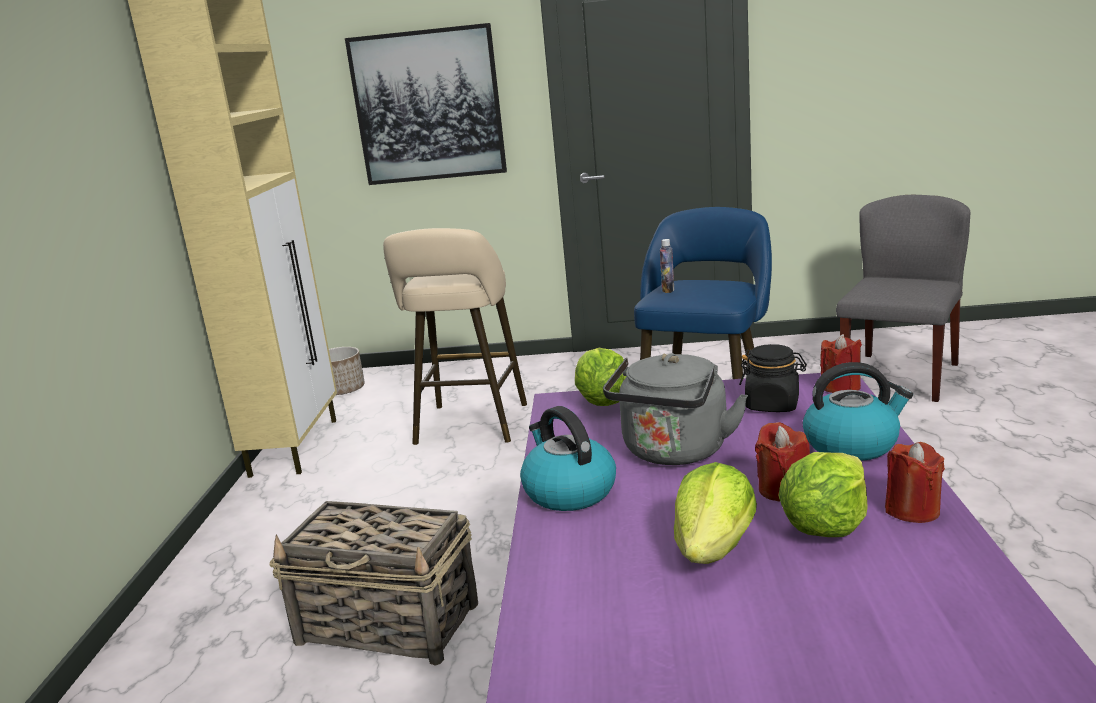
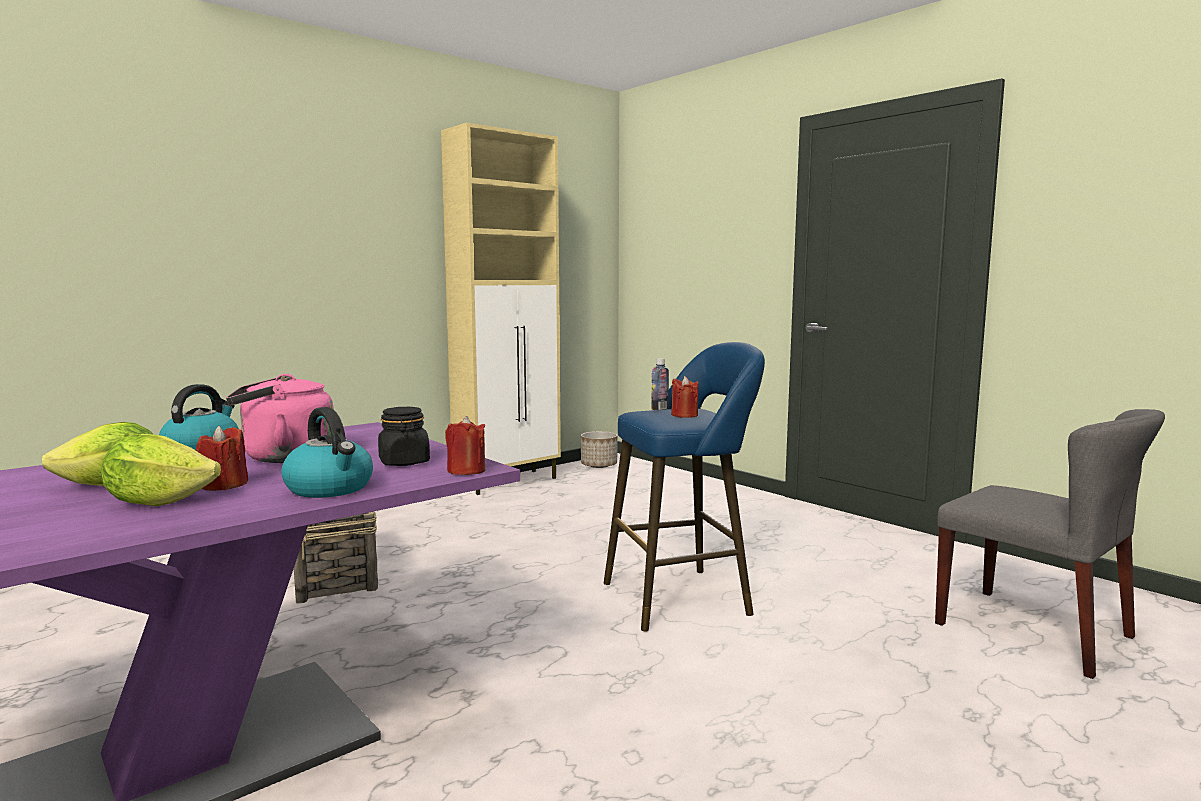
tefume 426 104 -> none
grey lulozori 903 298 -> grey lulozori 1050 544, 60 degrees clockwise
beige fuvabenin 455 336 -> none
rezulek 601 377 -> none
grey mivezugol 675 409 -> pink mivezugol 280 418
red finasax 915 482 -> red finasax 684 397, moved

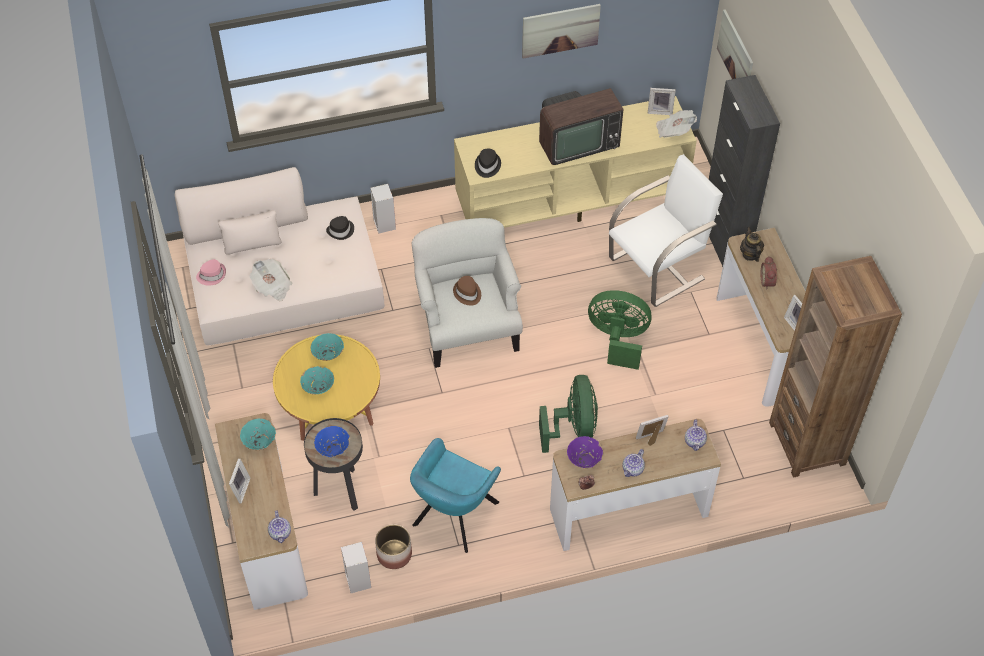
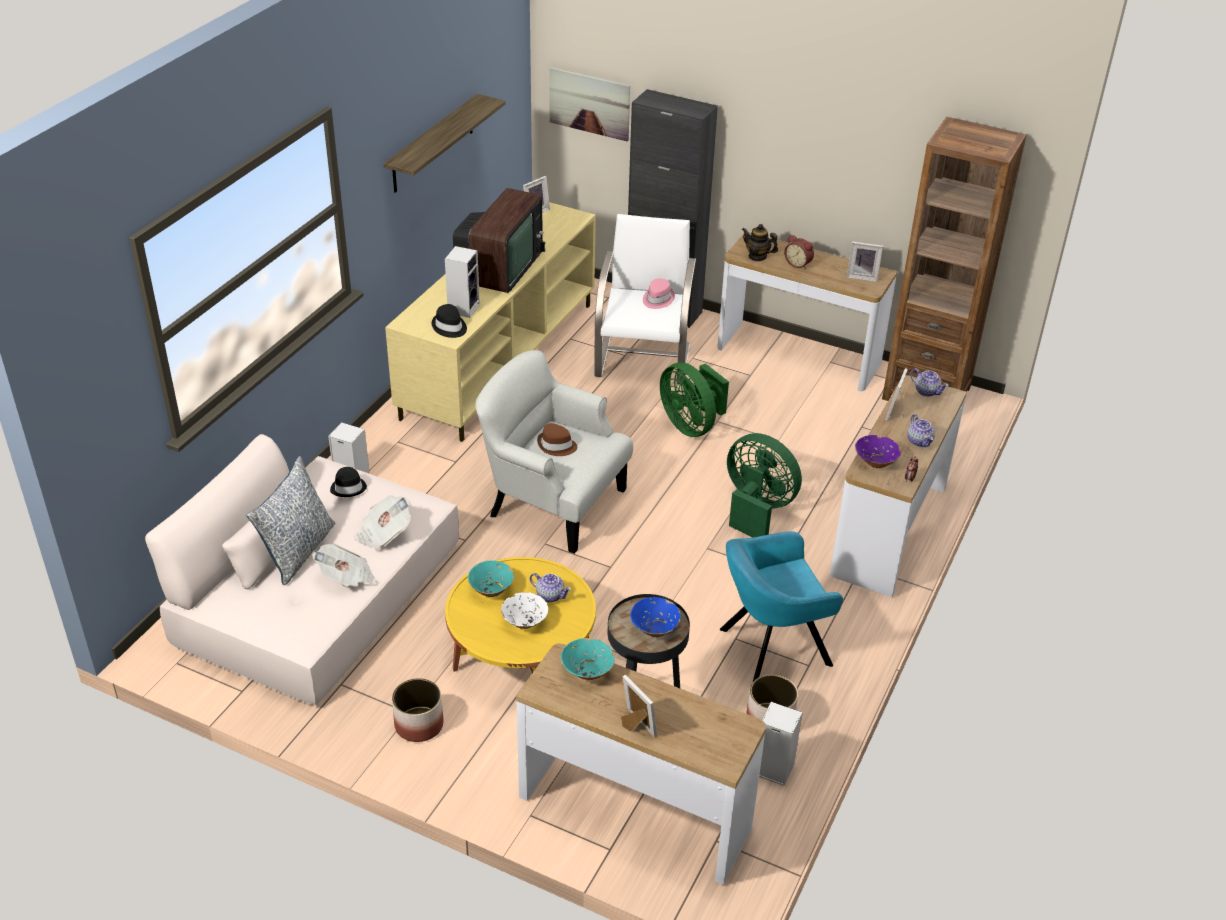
tefume 561 31 -> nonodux 444 143
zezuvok 676 124 -> zezuvok 382 522, moved
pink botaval 211 272 -> pink botaval 659 293, moved
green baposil 619 330 -> green baposil 694 399, 90 degrees counterclockwise
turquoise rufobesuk 317 380 -> white rufobesuk 524 610
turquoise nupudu 455 495 -> turquoise nupudu 781 607, 90 degrees clockwise
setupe 279 526 -> setupe 550 587, moved
none -> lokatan 462 282
none -> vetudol 290 520
none -> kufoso 417 710

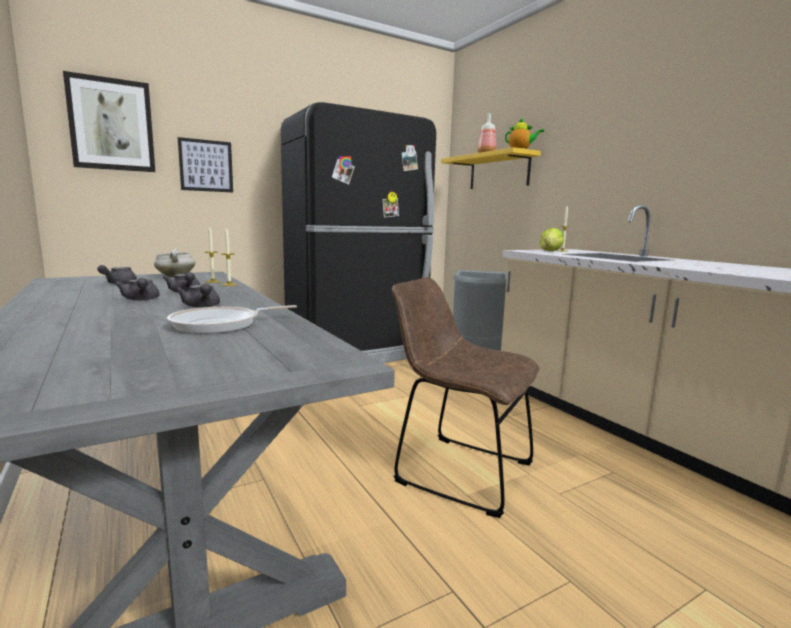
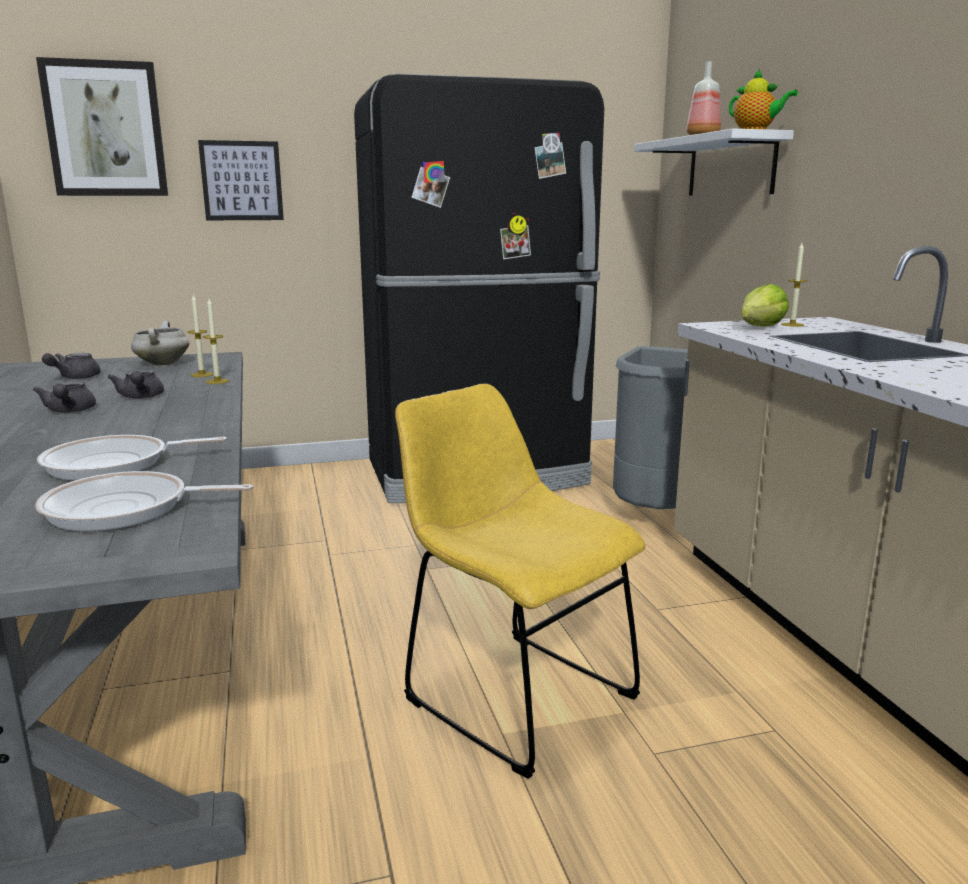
yellow nonodux 491 168 -> white nonodux 714 162
brown lulozori 466 397 -> yellow lulozori 520 581
grey setupe 198 296 -> none
none -> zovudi 144 501

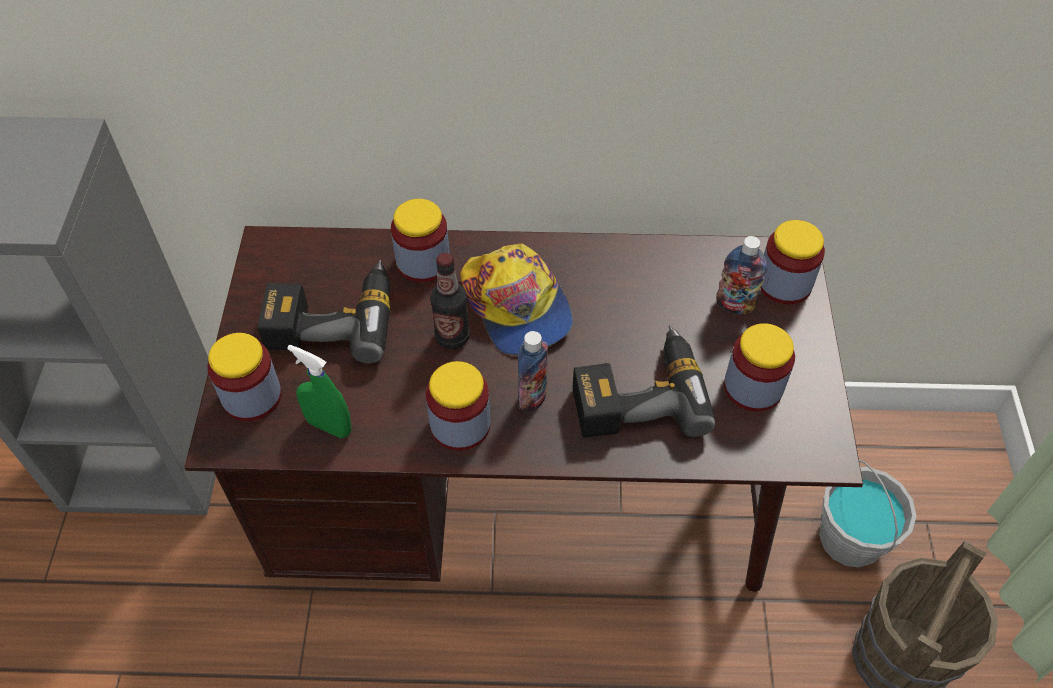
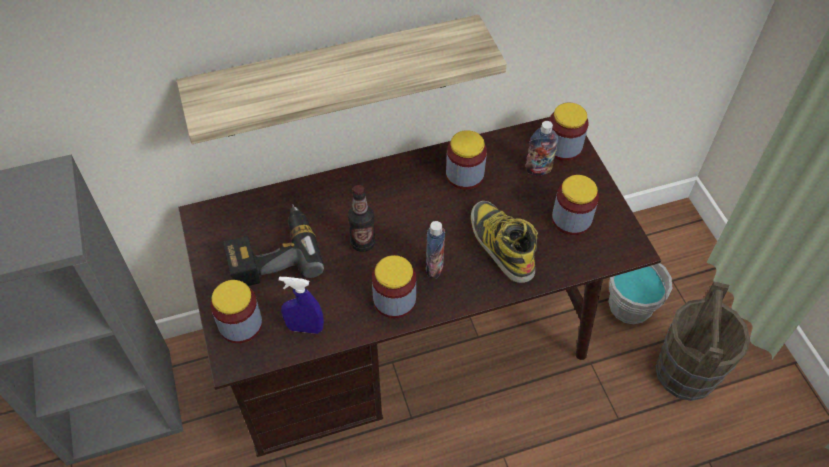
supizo 420 240 -> supizo 466 160, moved
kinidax 516 299 -> none
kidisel 644 381 -> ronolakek 504 242
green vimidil 319 391 -> blue vimidil 301 305
none -> nonodux 341 79

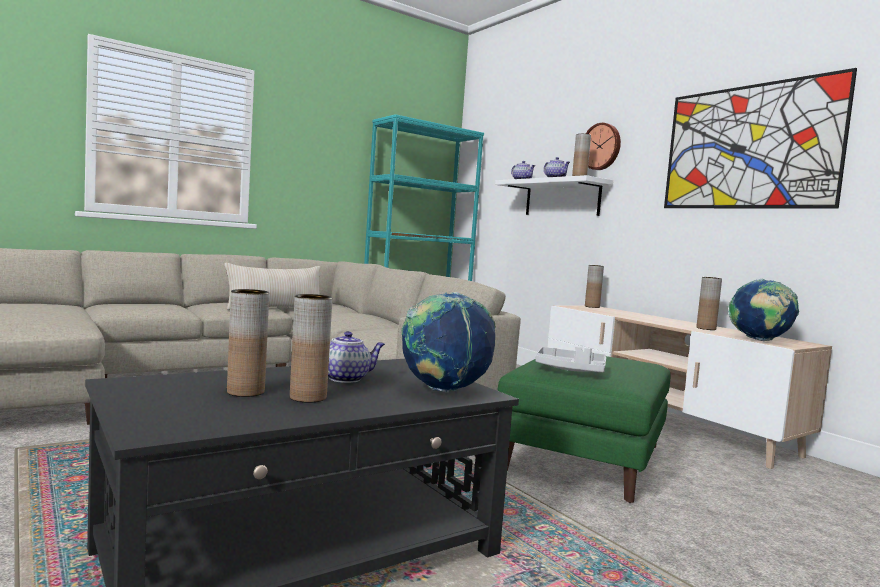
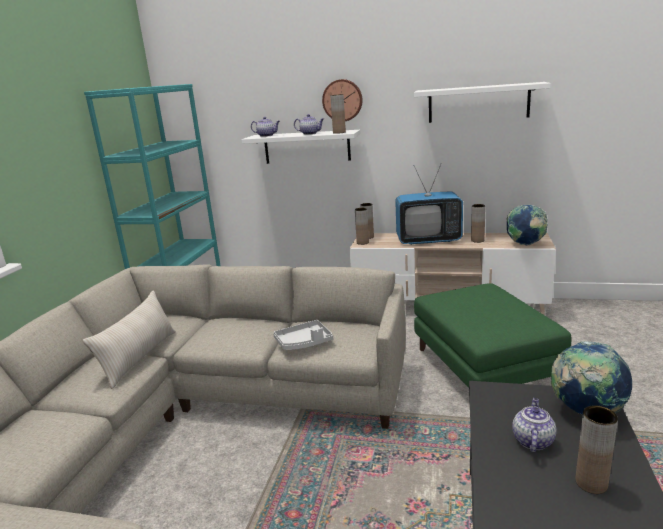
tefume 760 138 -> white nonodux 482 102
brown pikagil 248 343 -> brown pikagil 362 226, moved
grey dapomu 570 360 -> grey dapomu 303 335, moved
none -> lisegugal 429 204

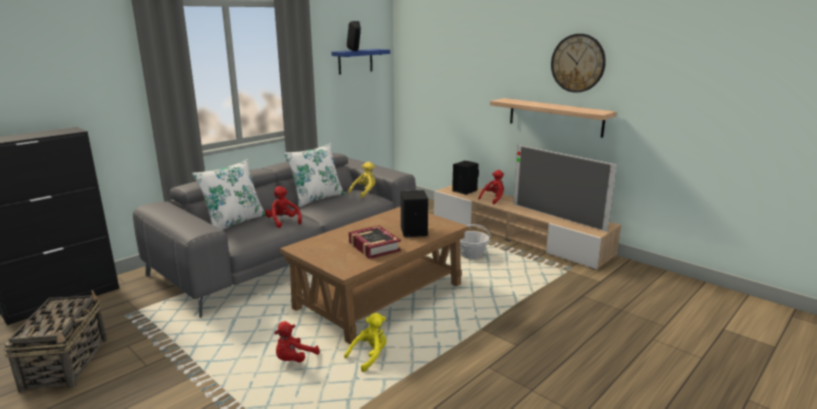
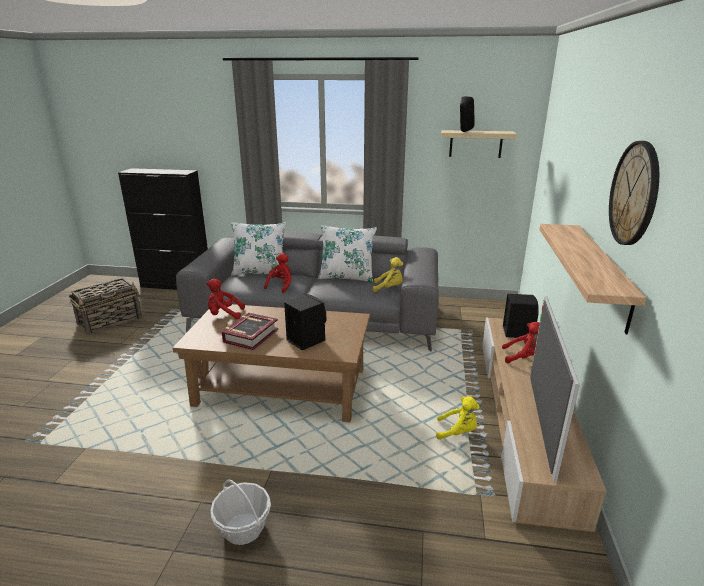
blue nonodux 360 62 -> beige nonodux 479 144
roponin 475 241 -> roponin 240 512, moved
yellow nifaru 365 342 -> yellow nifaru 458 418, moved
red nifaru 297 341 -> red nifaru 225 299, moved

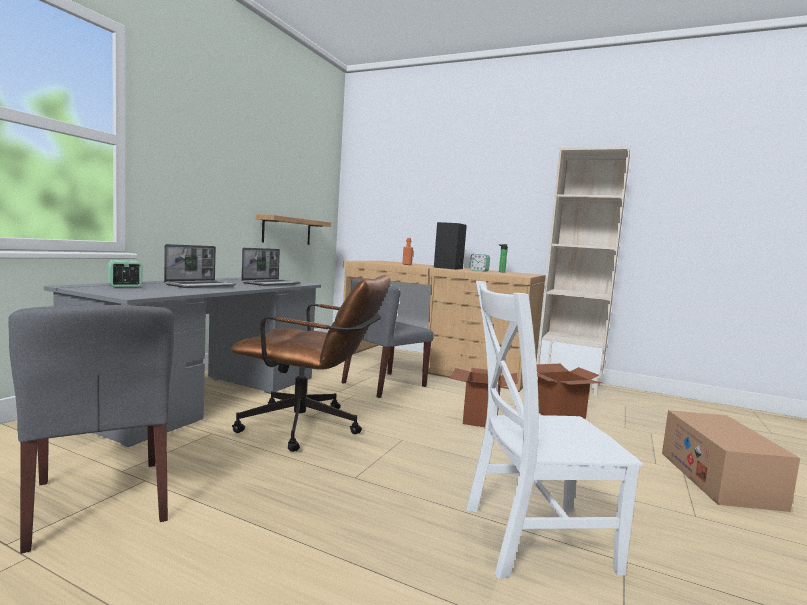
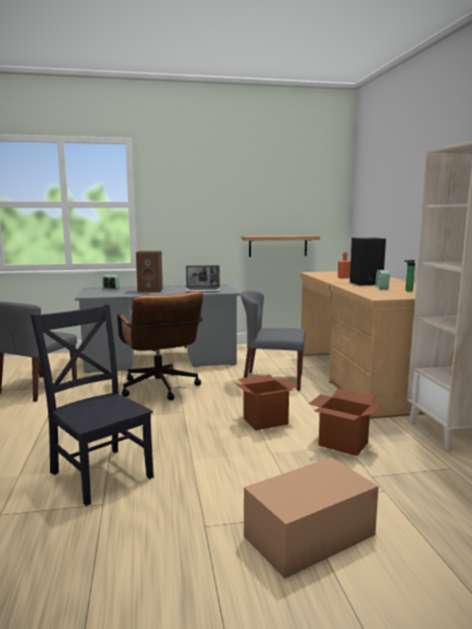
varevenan 200 266 -> brown lokatan 149 271
white lulozori 554 430 -> black lulozori 92 405

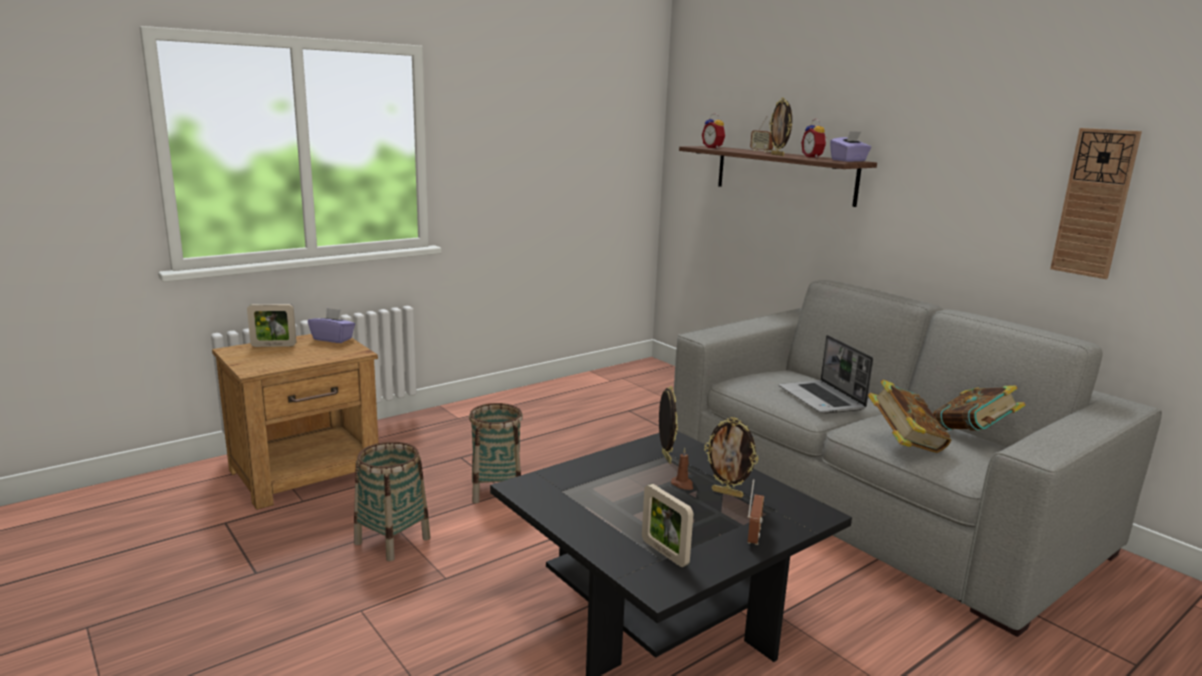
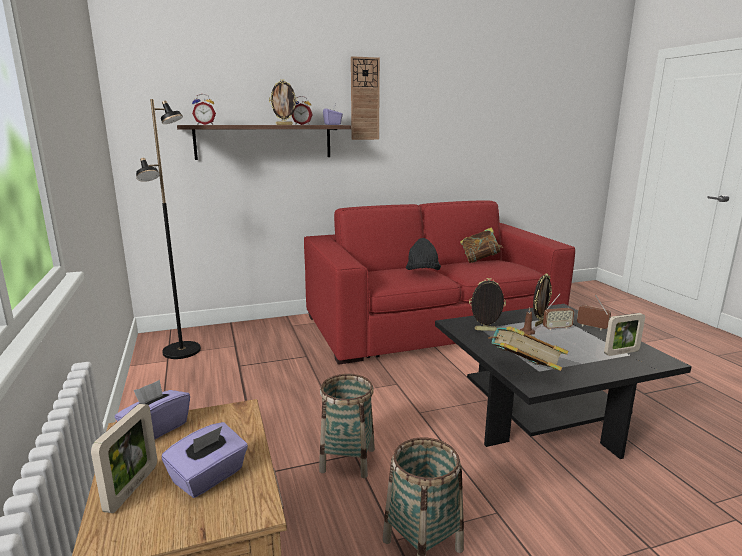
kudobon 761 134 -> kudobon 559 312, moved
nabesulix 1096 203 -> nabesulix 365 98, moved
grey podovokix 918 458 -> red podovokix 439 282
varevenan 826 374 -> black botaval 423 254
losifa 909 416 -> losifa 528 348, moved
none -> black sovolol 168 229
none -> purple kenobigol 205 460

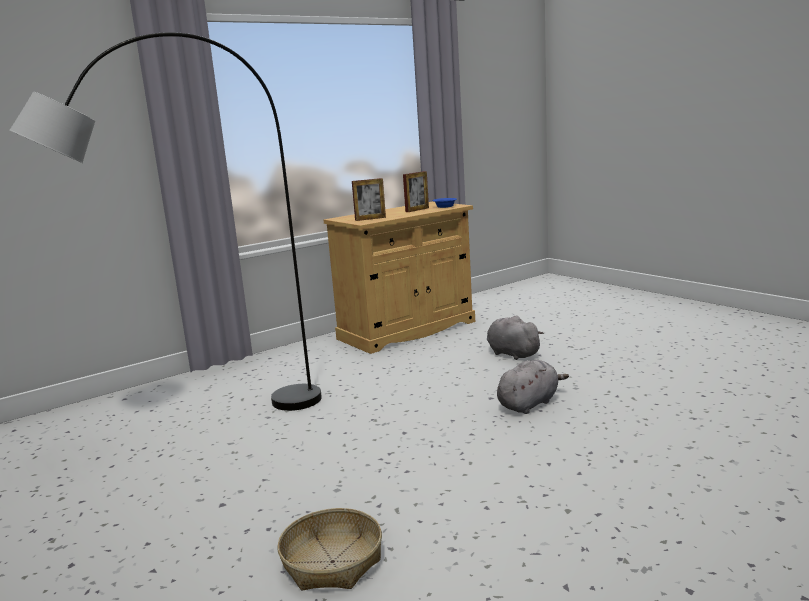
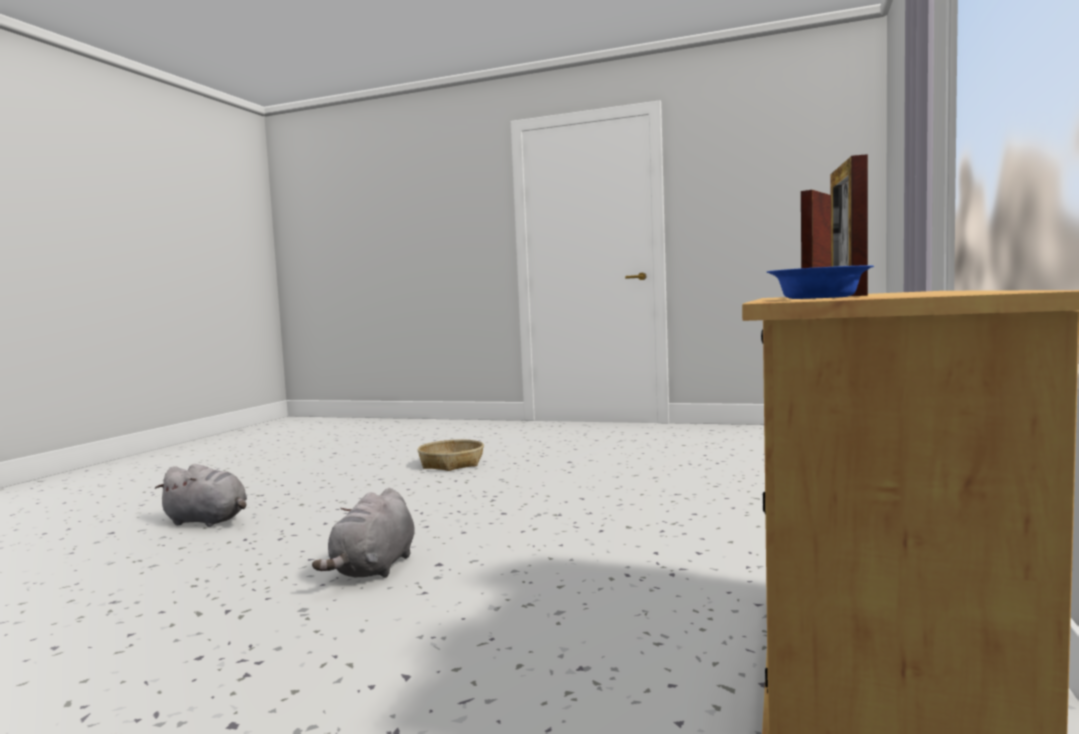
grey sovolol 165 221 -> none
grey nifaru 515 338 -> grey nifaru 201 495, moved

